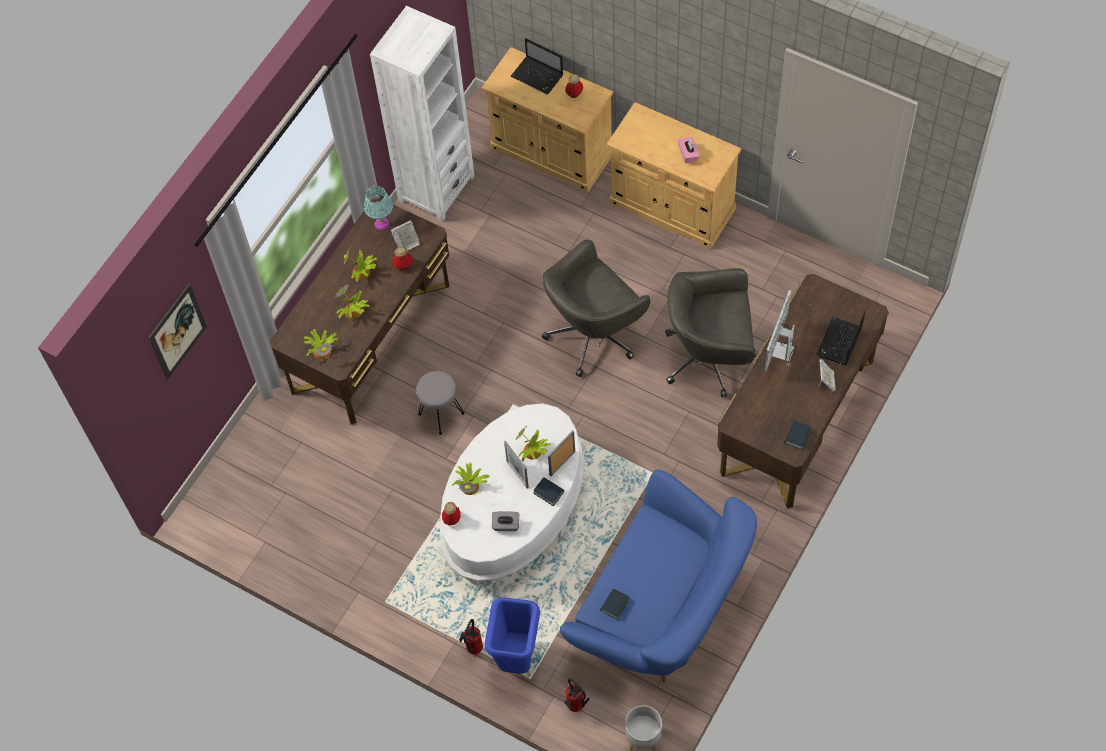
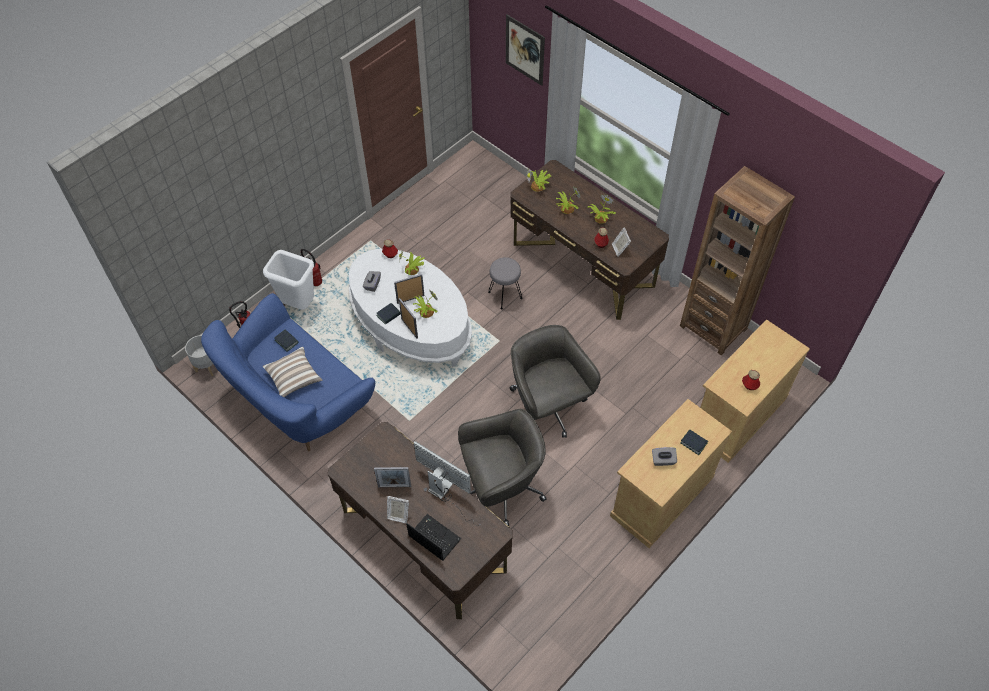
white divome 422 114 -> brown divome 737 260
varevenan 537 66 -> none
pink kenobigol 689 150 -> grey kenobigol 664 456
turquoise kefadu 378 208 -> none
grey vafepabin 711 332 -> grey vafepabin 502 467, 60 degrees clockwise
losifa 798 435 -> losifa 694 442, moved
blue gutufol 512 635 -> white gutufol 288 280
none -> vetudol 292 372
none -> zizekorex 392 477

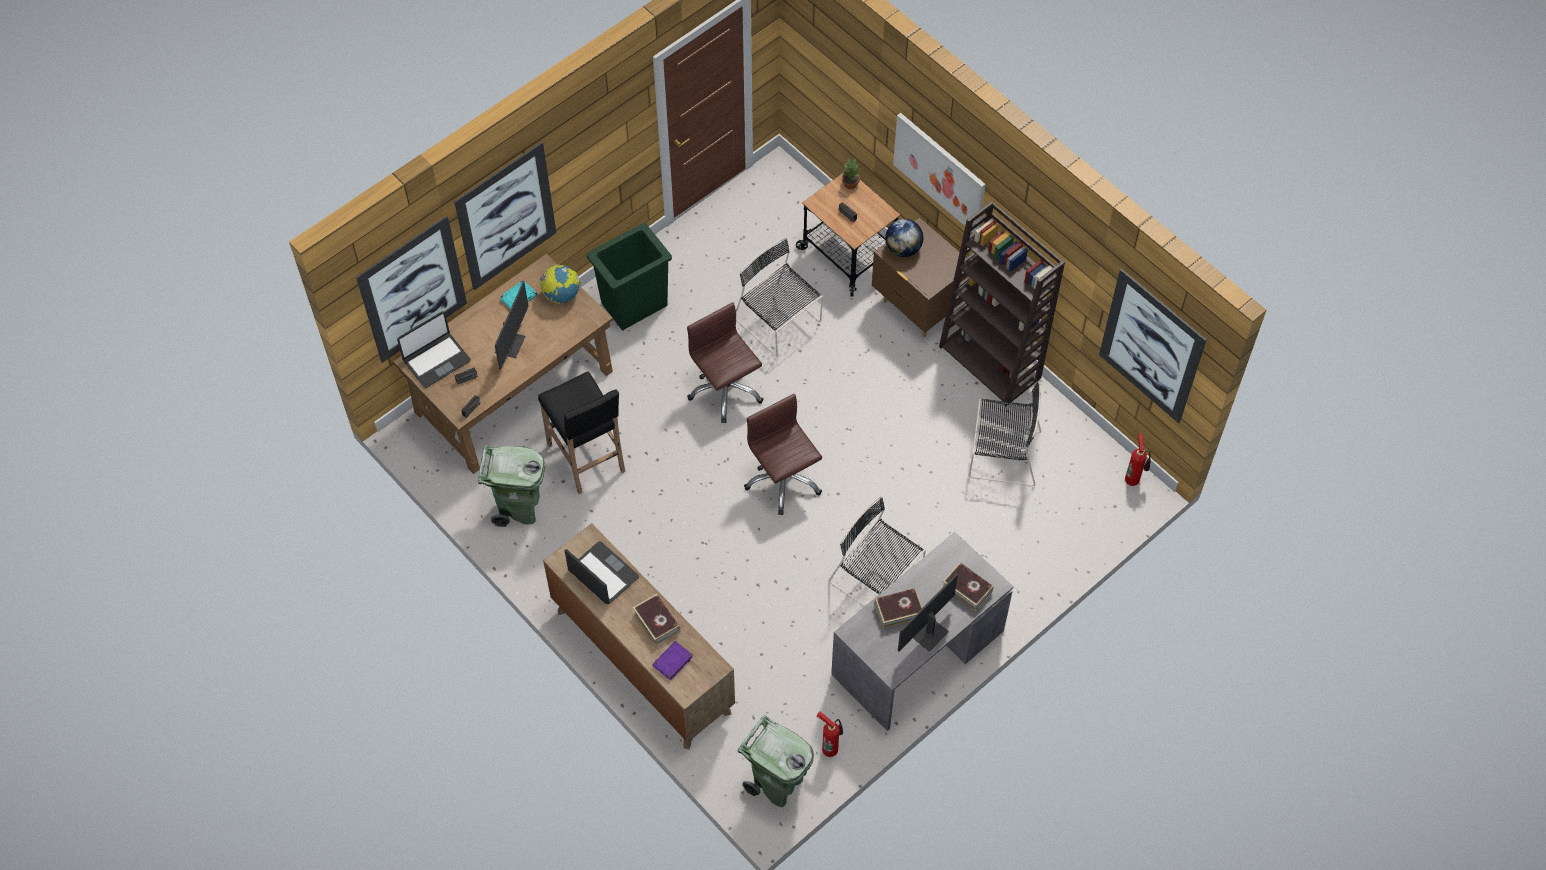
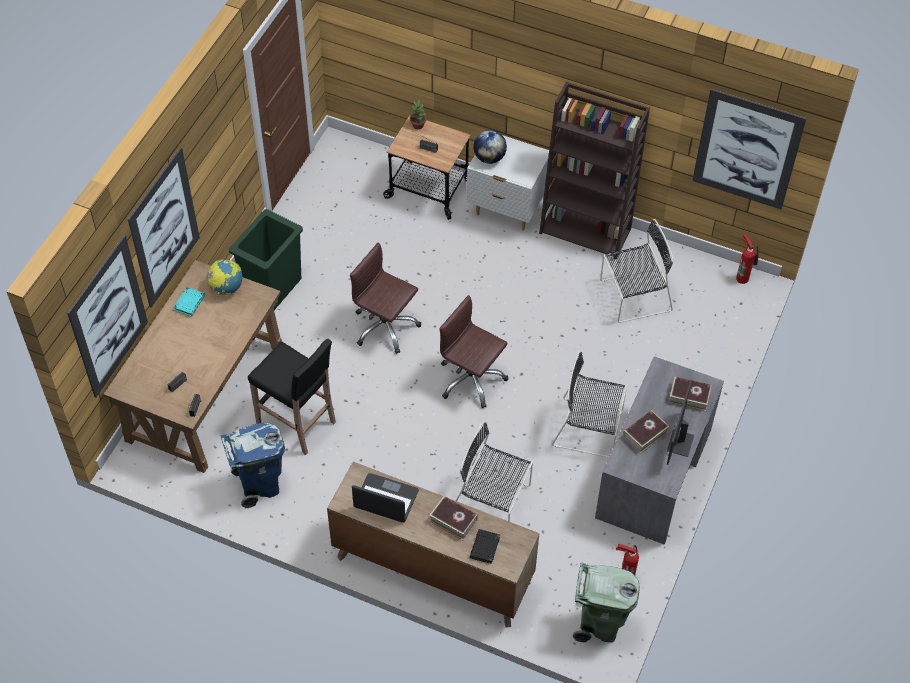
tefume 939 173 -> none
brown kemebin 920 277 -> white kemebin 507 183
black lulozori 779 296 -> black lulozori 494 471, moved
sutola 512 325 -> none
varevenan 434 349 -> none
green gutufol 511 486 -> blue gutufol 253 465
purple losifa 672 660 -> black losifa 485 546

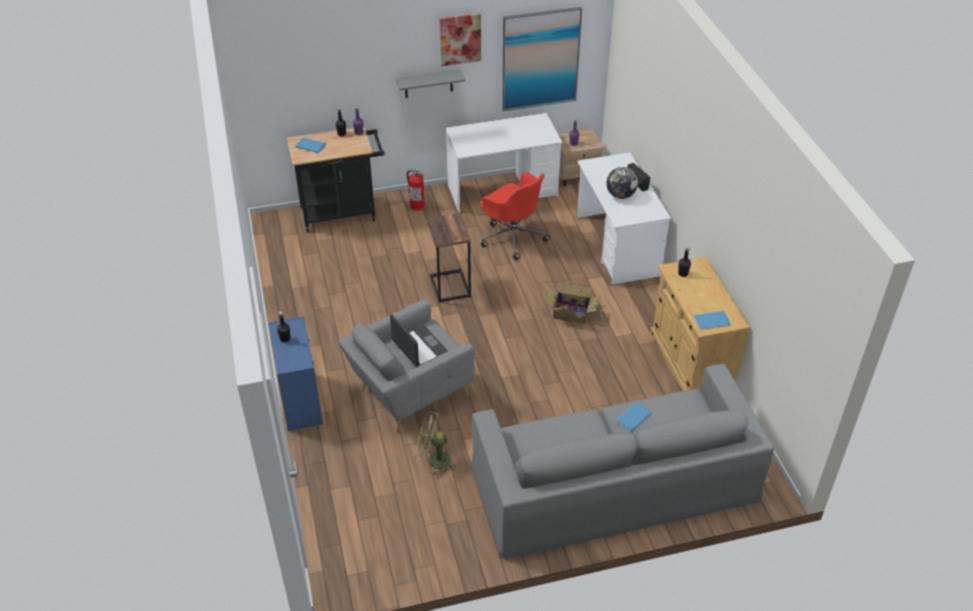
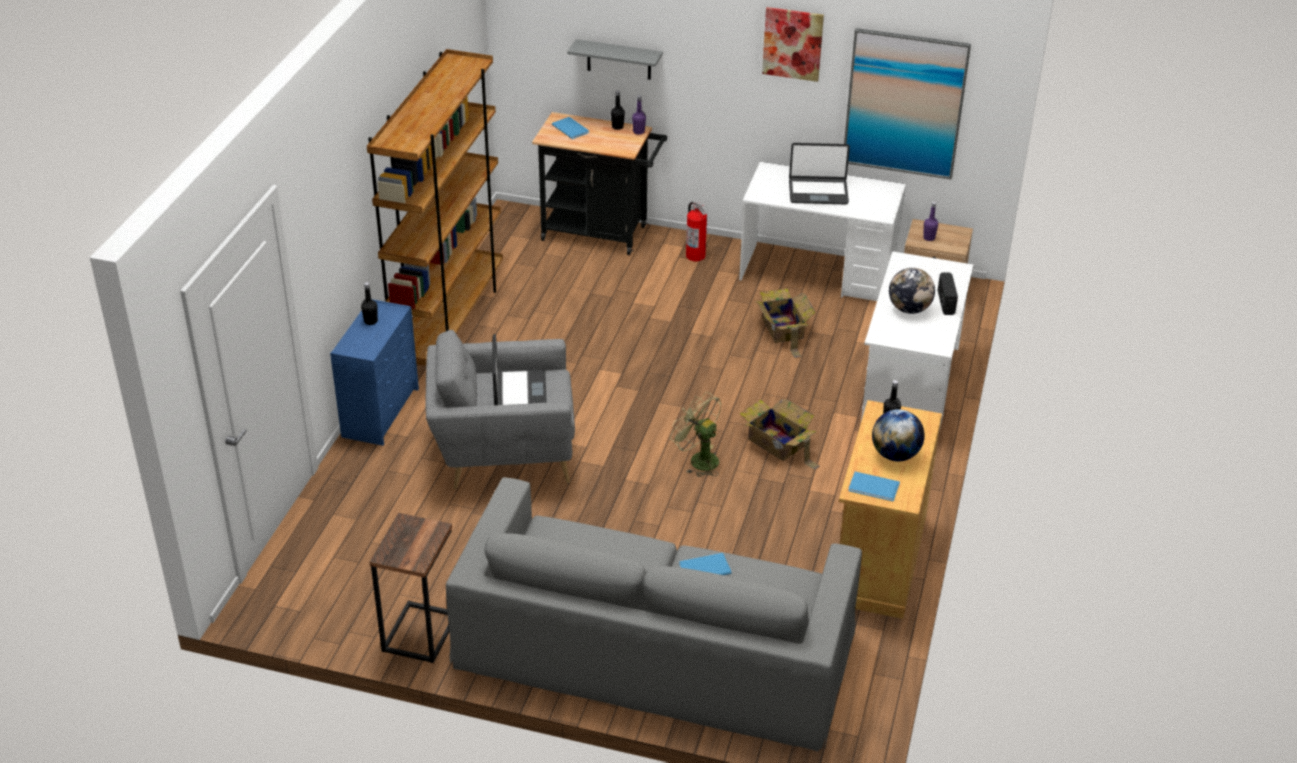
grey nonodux 431 83 -> grey nonodux 615 59, moved
red vafepabin 515 216 -> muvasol 785 323
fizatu 449 258 -> fizatu 411 588, moved
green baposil 436 443 -> green baposil 695 434, moved
none -> brown divome 435 207
none -> varevenan 819 173
none -> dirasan 898 435

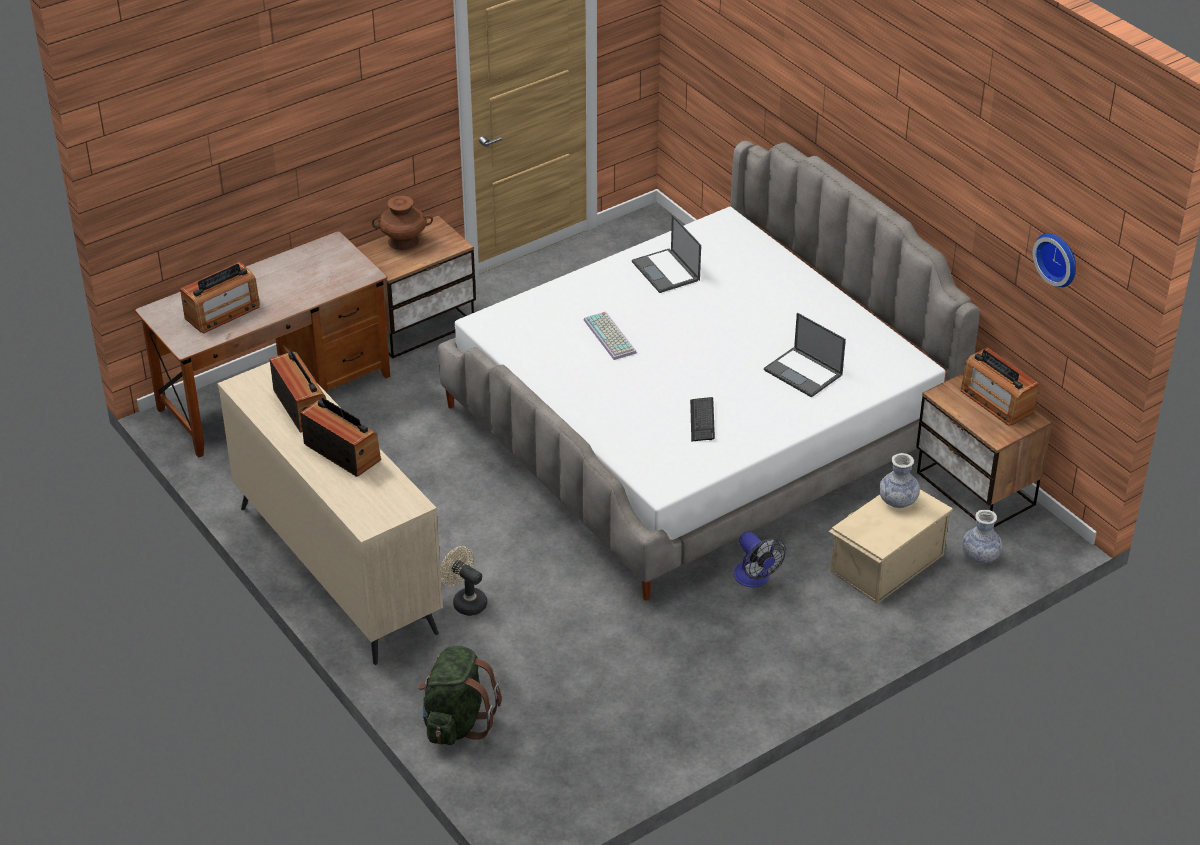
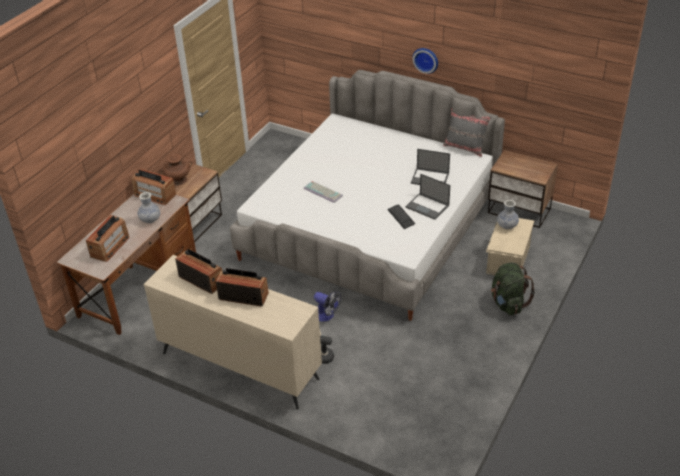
varevenan 666 254 -> varevenan 427 197, moved
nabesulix 1054 260 -> nabesulix 425 61, moved
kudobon 1000 386 -> kudobon 154 187, moved
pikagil 982 537 -> pikagil 148 207, moved
baposil 760 560 -> baposil 327 306, moved
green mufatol 460 695 -> green mufatol 513 289, moved
none -> grey vetudol 467 132

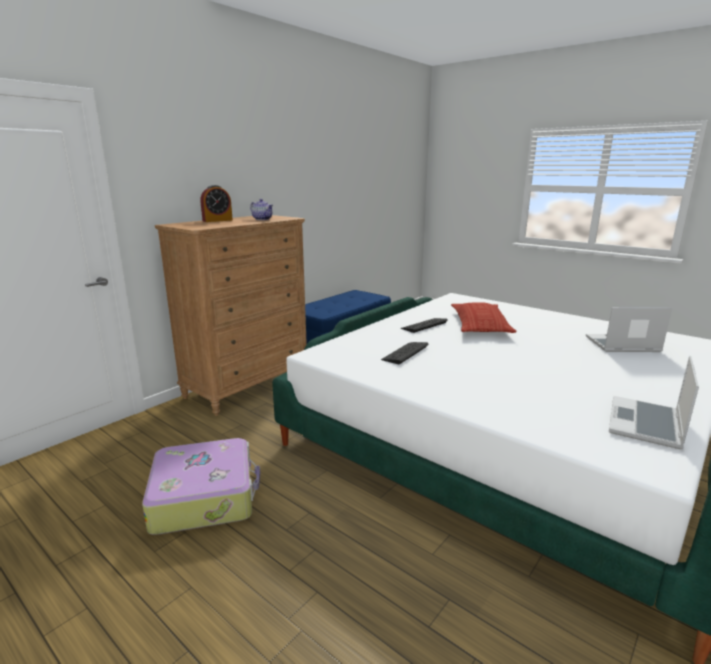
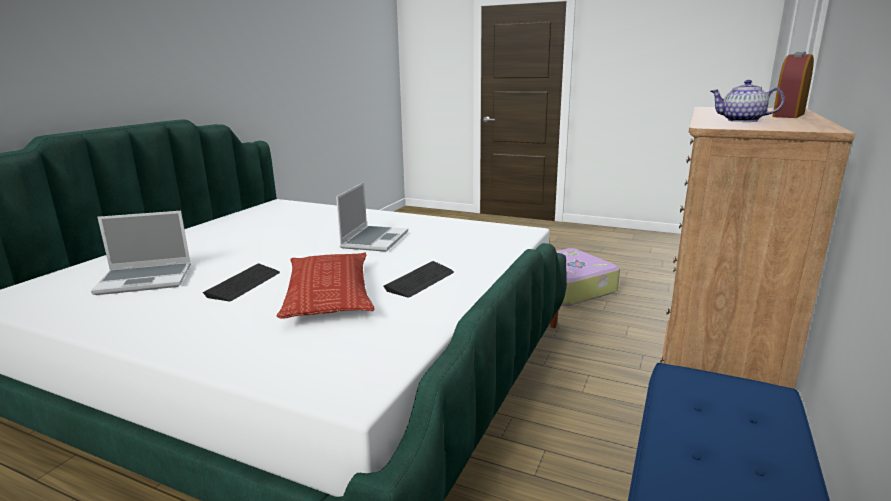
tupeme 404 353 -> tupeme 241 282, moved
varevenan 654 402 -> varevenan 372 217, moved

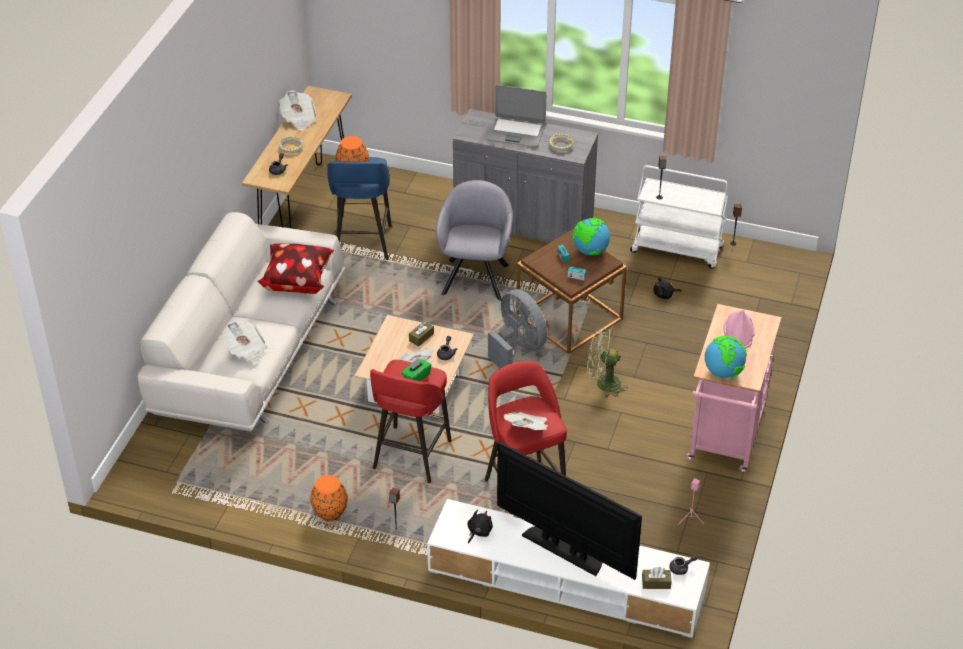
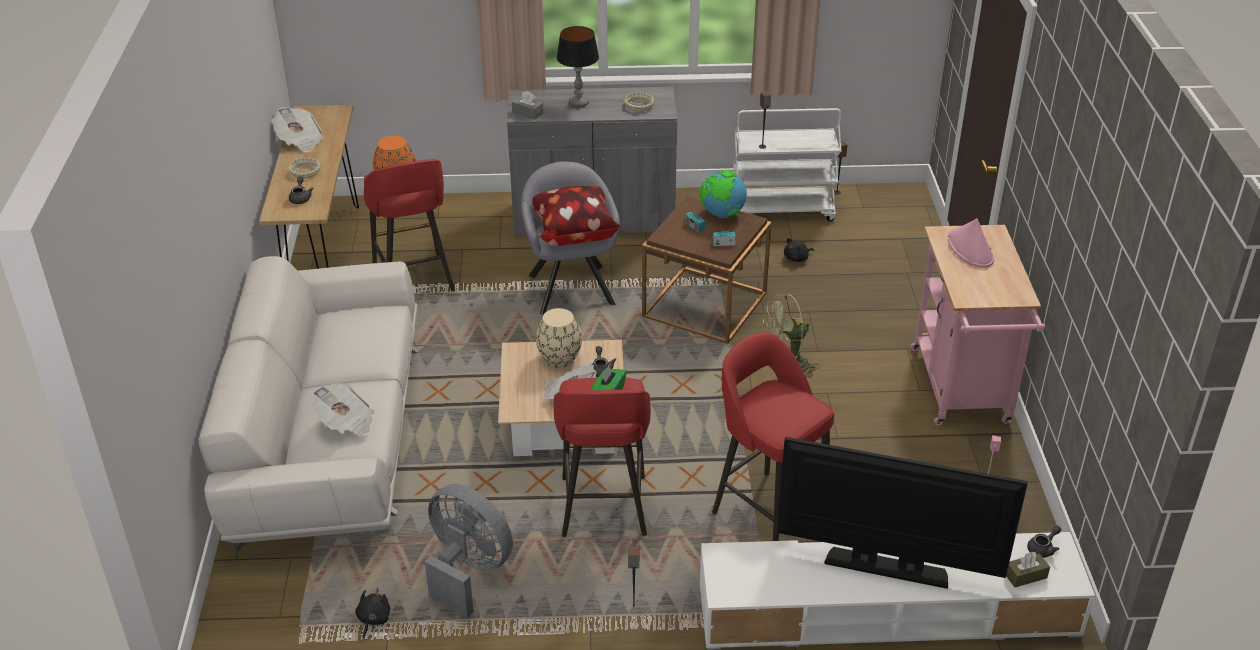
varevenan 517 116 -> kefadu 578 66
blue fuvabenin 359 208 -> red fuvabenin 409 225
vetudol 295 269 -> vetudol 576 216, moved
grey baposil 517 328 -> grey baposil 468 551, moved
brown kenobigol 421 333 -> beige pikagil 559 338
dirasan 726 357 -> none
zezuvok 526 421 -> none
orange pikagil 329 498 -> none
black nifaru 480 526 -> black nifaru 372 613, moved
none -> grey kenobigol 528 105

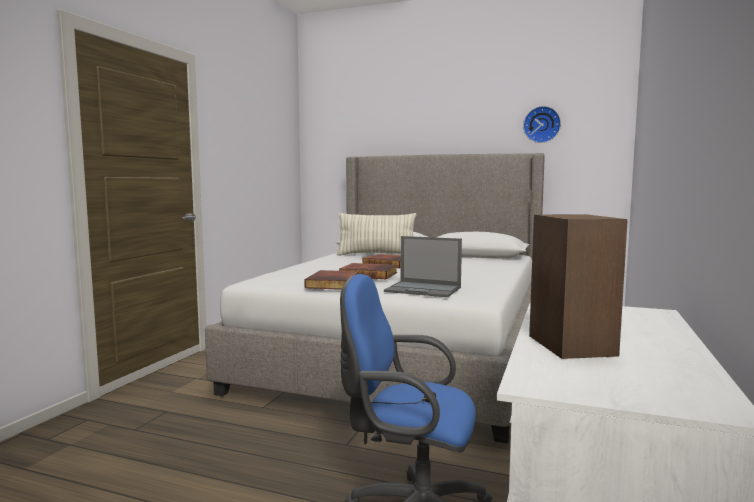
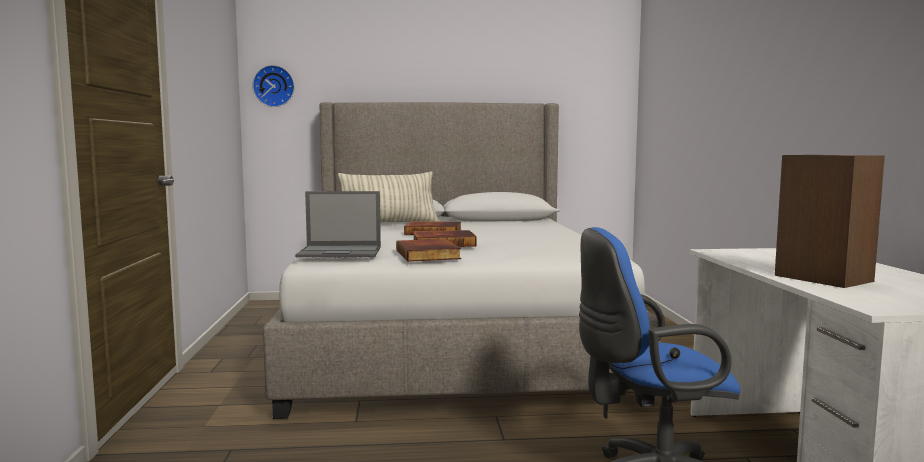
nabesulix 542 124 -> nabesulix 273 86, moved
varevenan 423 266 -> varevenan 338 224, moved

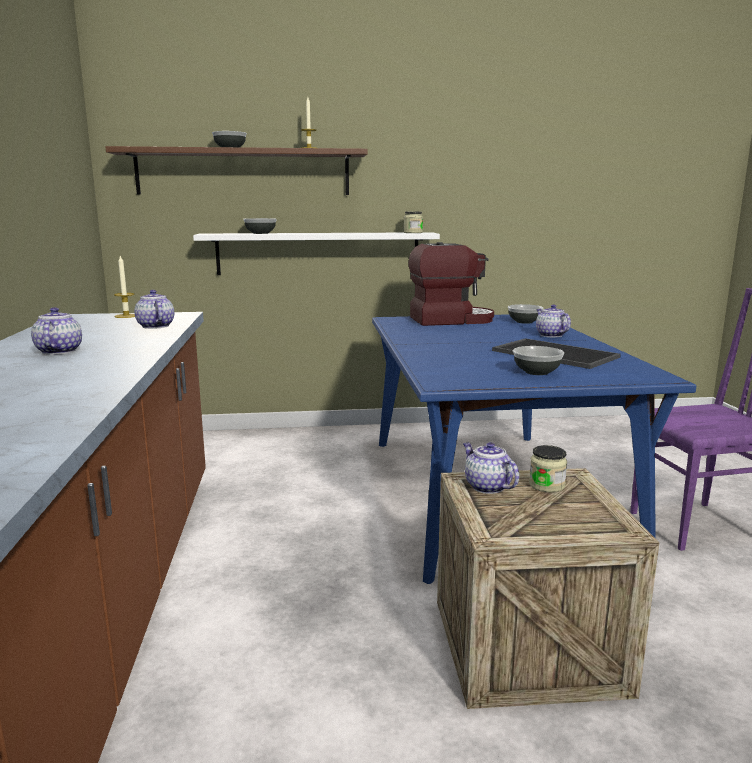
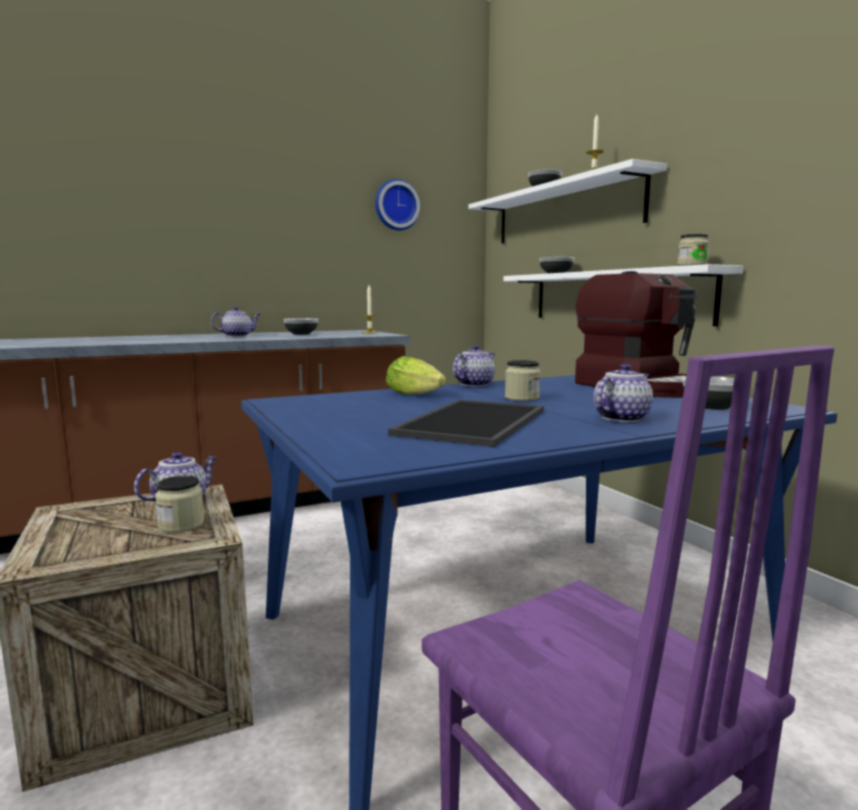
brown nonodux 236 170 -> white nonodux 567 201
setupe 154 309 -> setupe 474 366, moved
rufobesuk 538 360 -> rufobesuk 301 326, moved
none -> nabesulix 397 204
none -> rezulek 416 375
none -> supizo 523 380

